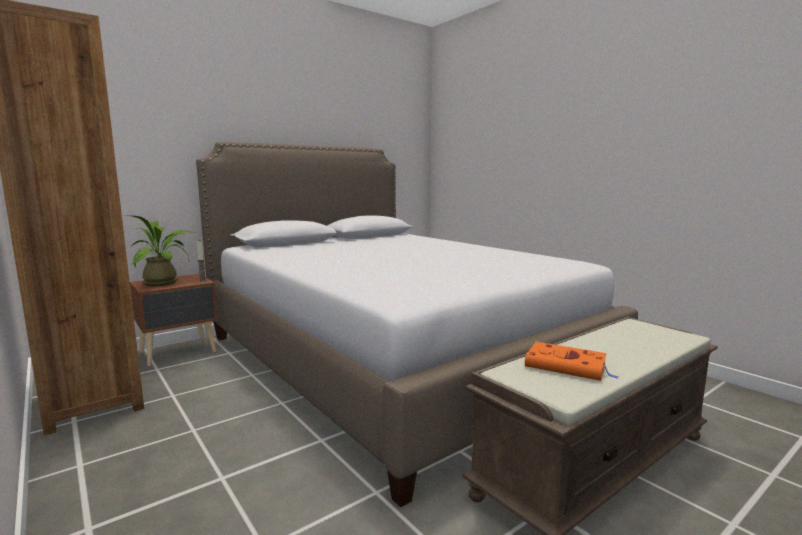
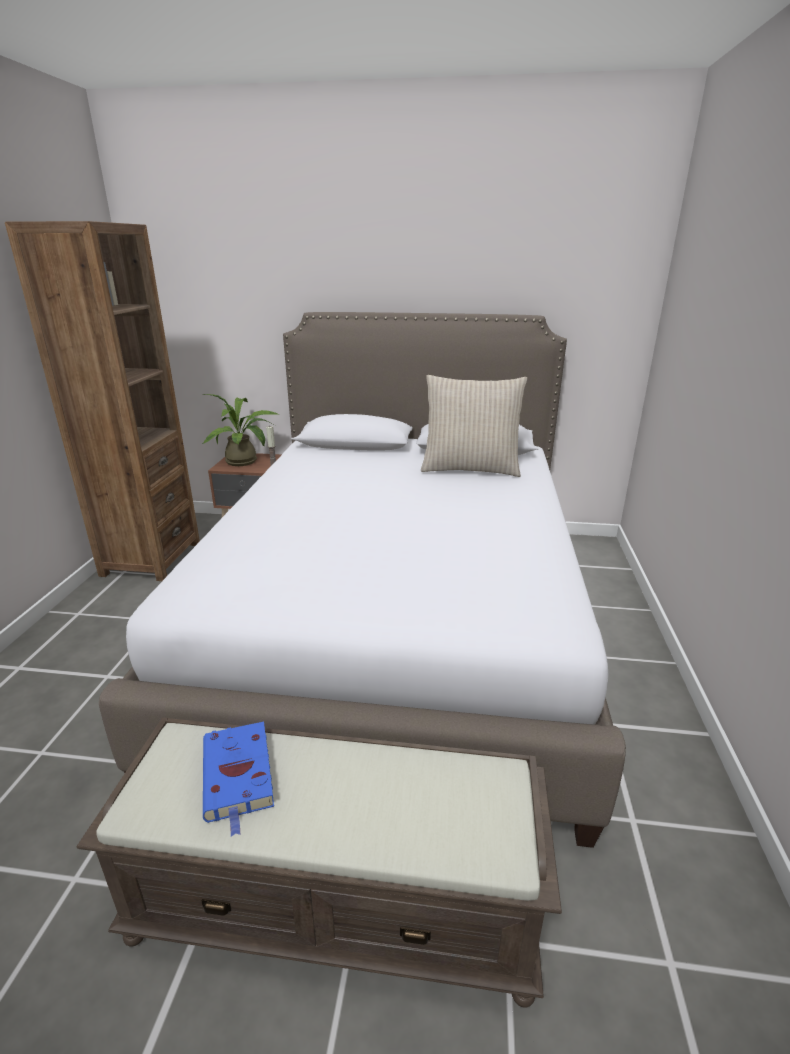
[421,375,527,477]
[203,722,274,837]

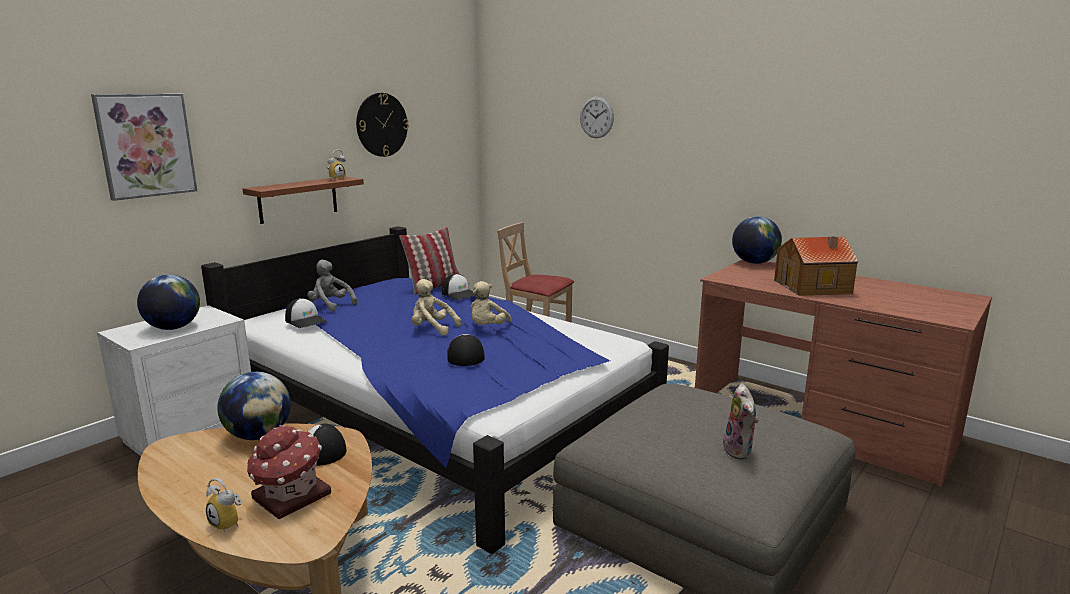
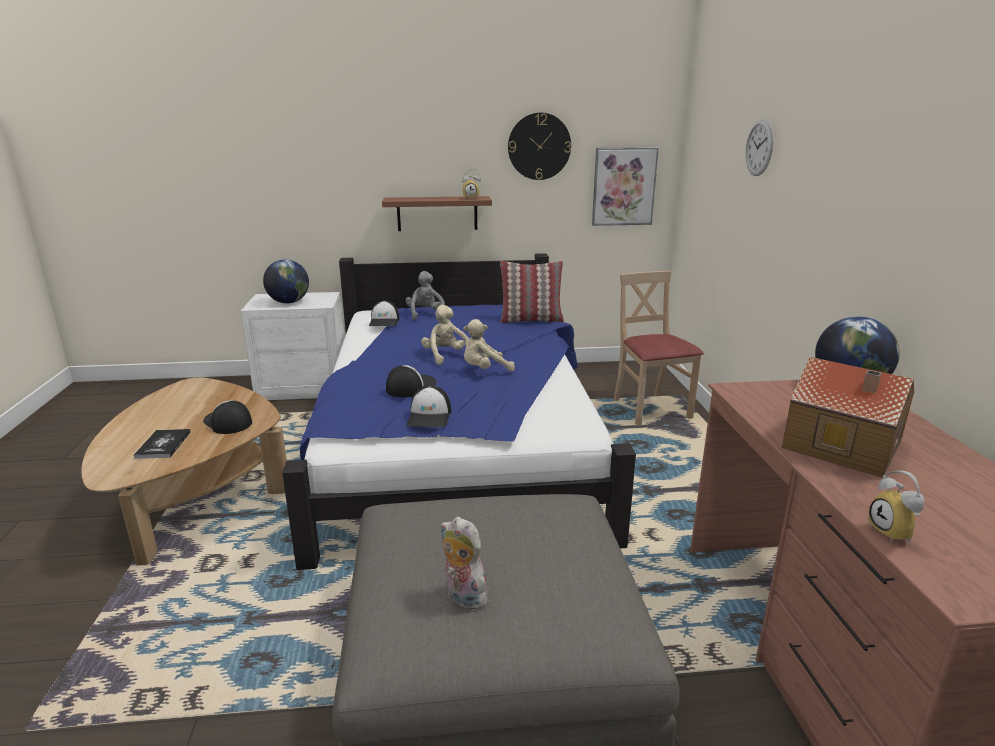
[217,372,291,440] (first image)
[592,147,659,226]
[868,470,924,544]
[407,386,451,427]
[134,429,190,459]
[441,517,491,609]

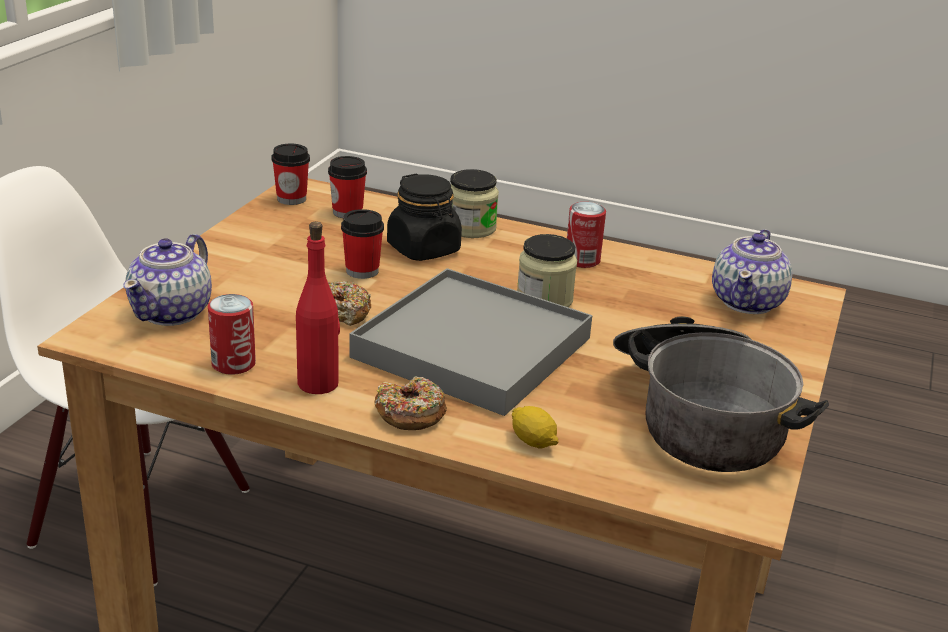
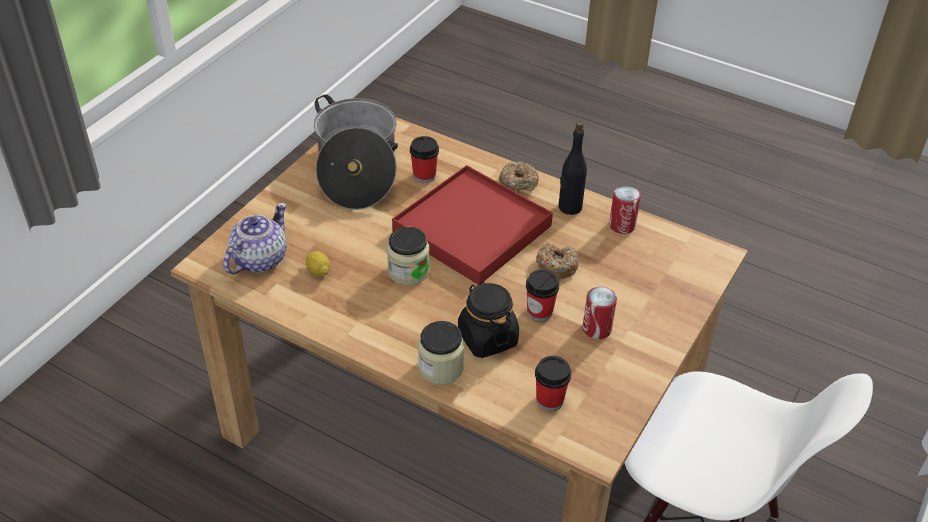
[123,234,212,326] (first image)
[410,136,439,183]
[305,251,330,276]
[583,287,617,339]
[558,122,587,215]
[392,165,553,285]

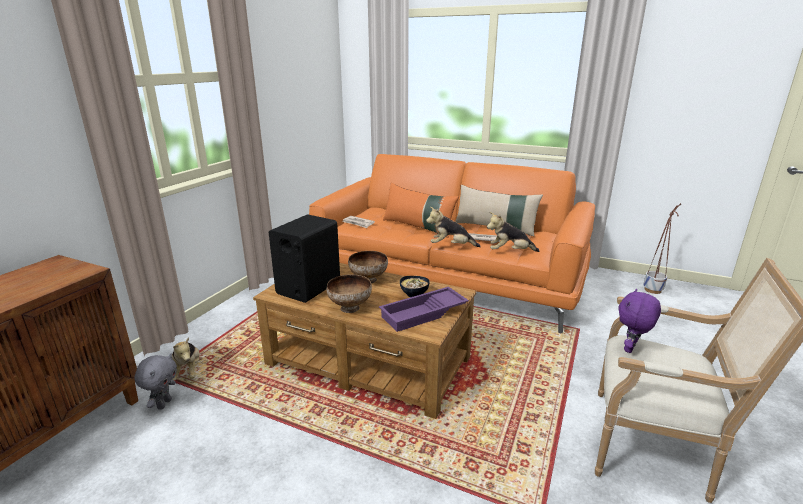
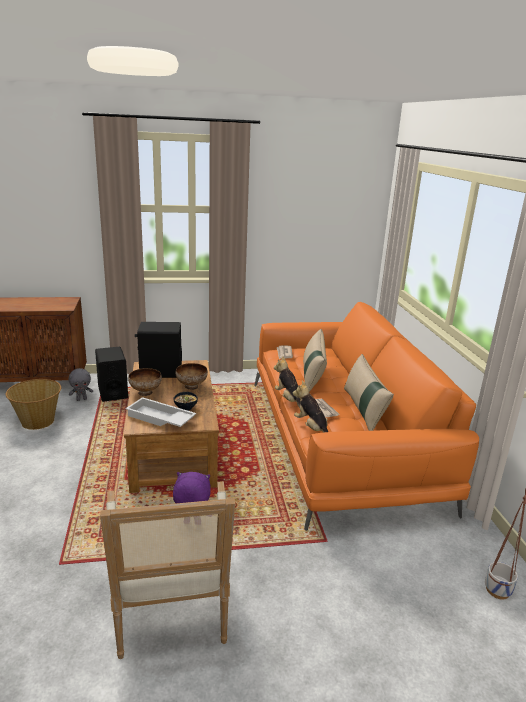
[6,379,61,430]
[95,347,128,402]
[125,397,196,427]
[303,329,327,392]

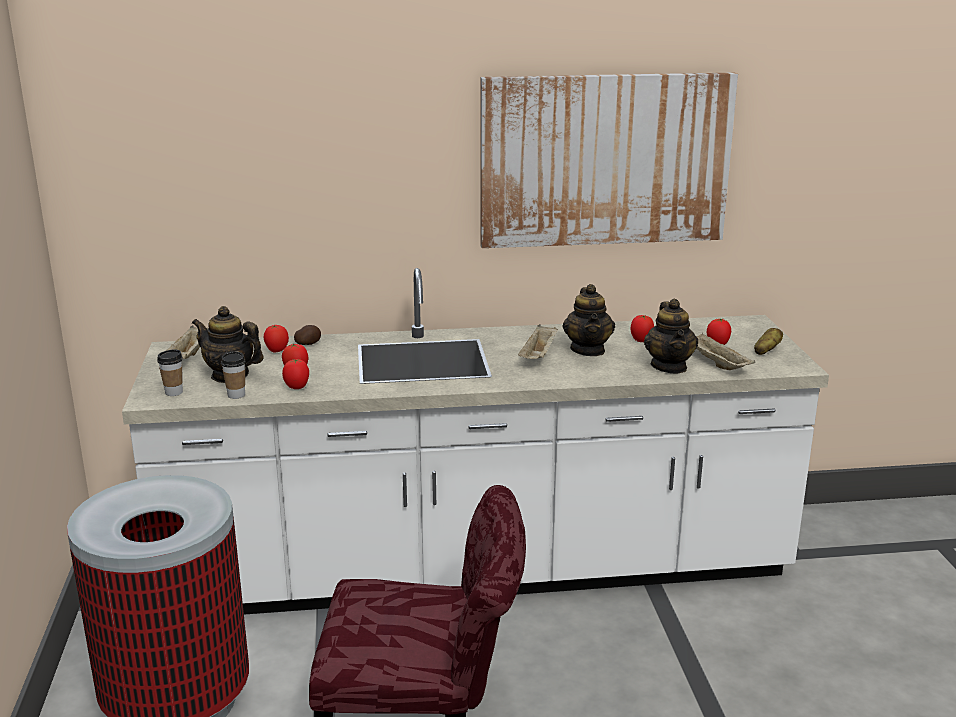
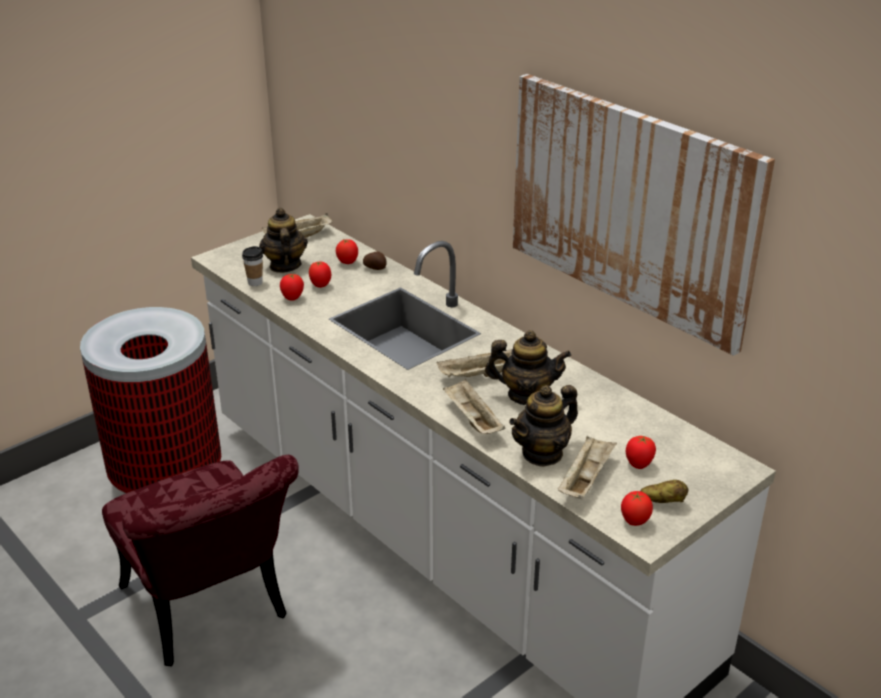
[157,349,183,396] (first image)
[443,379,505,434]
[621,491,653,526]
[485,330,571,405]

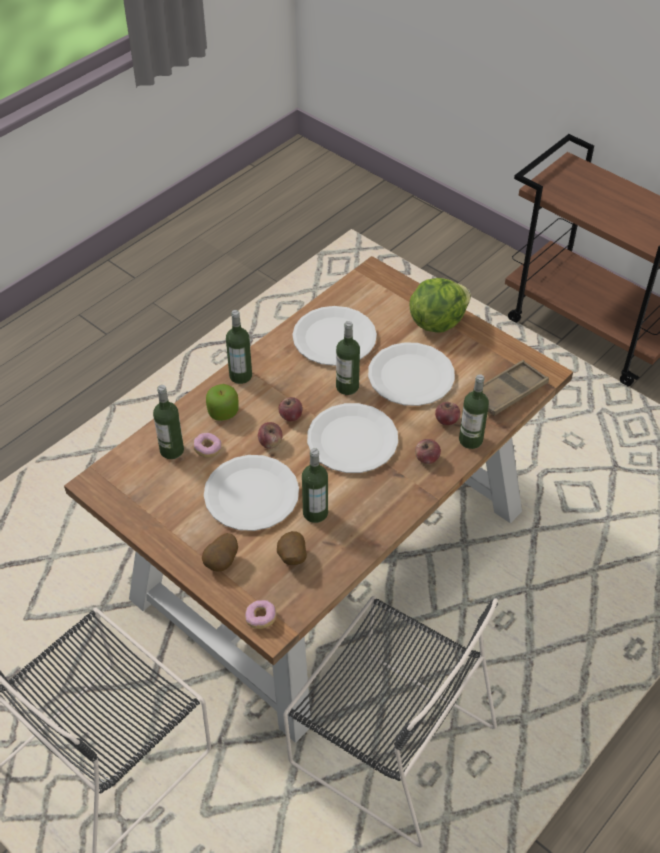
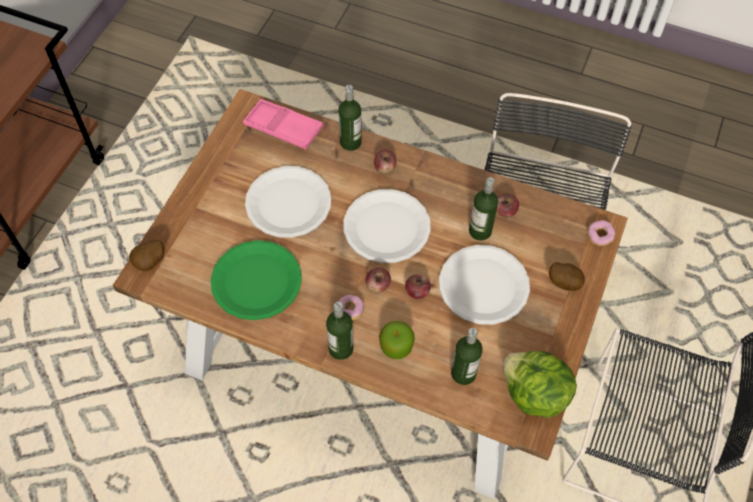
[336,321,360,395] (first image)
[339,295,364,321]
[129,240,164,271]
[503,351,577,418]
[497,194,519,217]
[211,240,302,320]
[243,99,323,149]

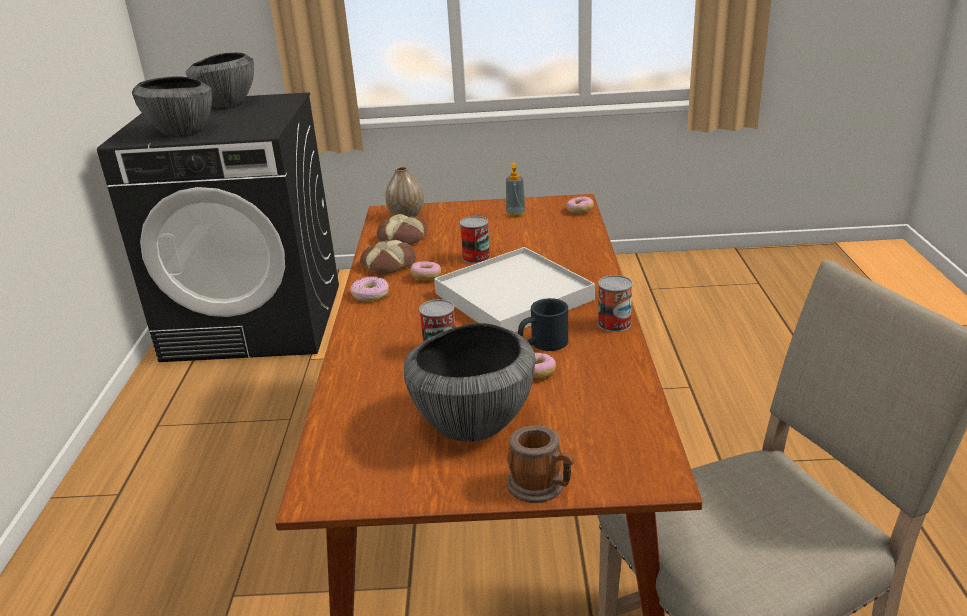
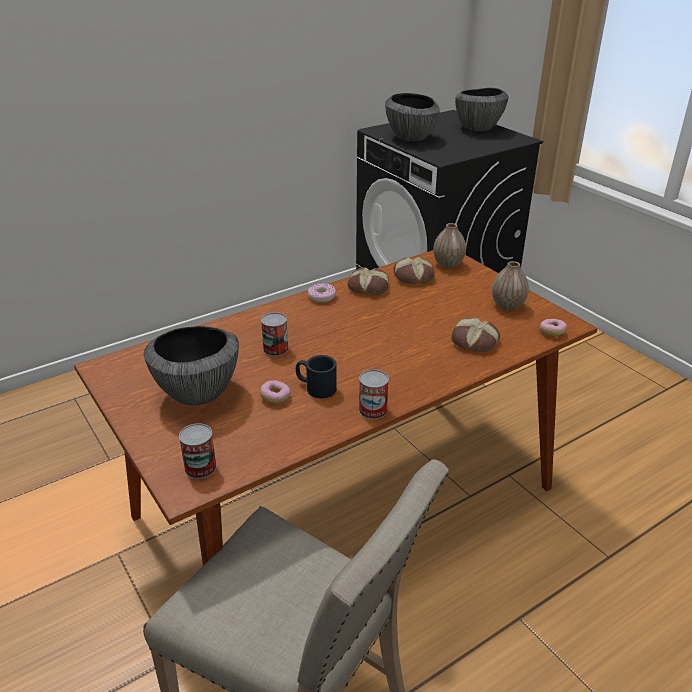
[410,261,441,280] (first image)
[434,247,595,332] (first image)
[507,425,574,503] (first image)
[452,317,500,352]
[179,423,217,479]
[492,261,529,310]

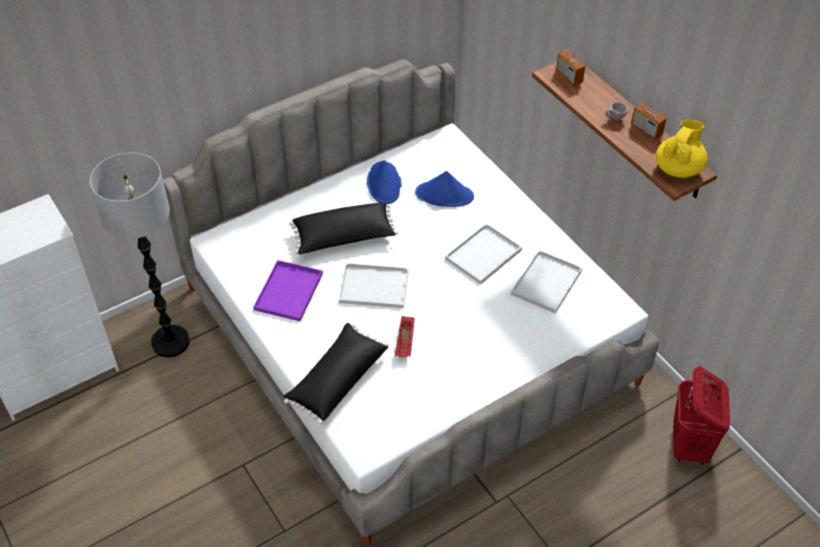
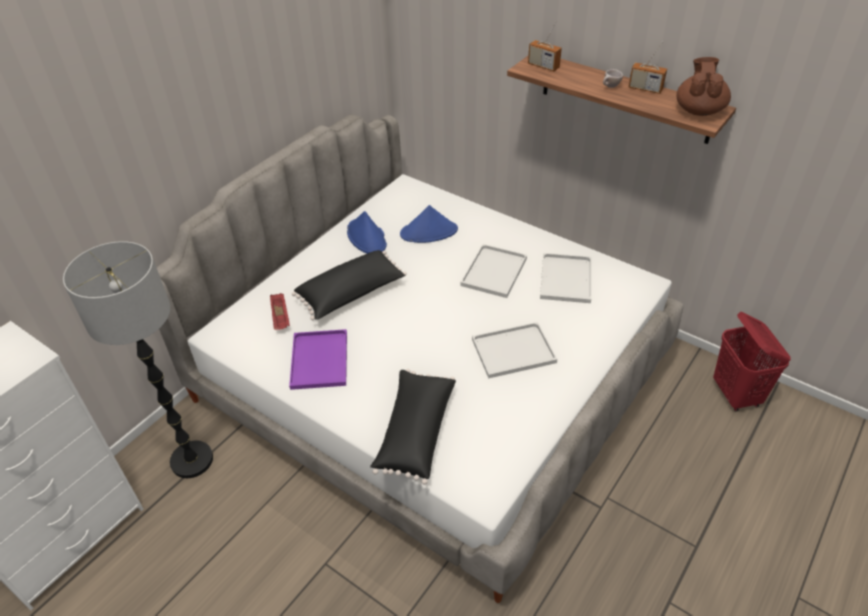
[472,322,557,378]
[270,293,290,330]
[676,57,731,116]

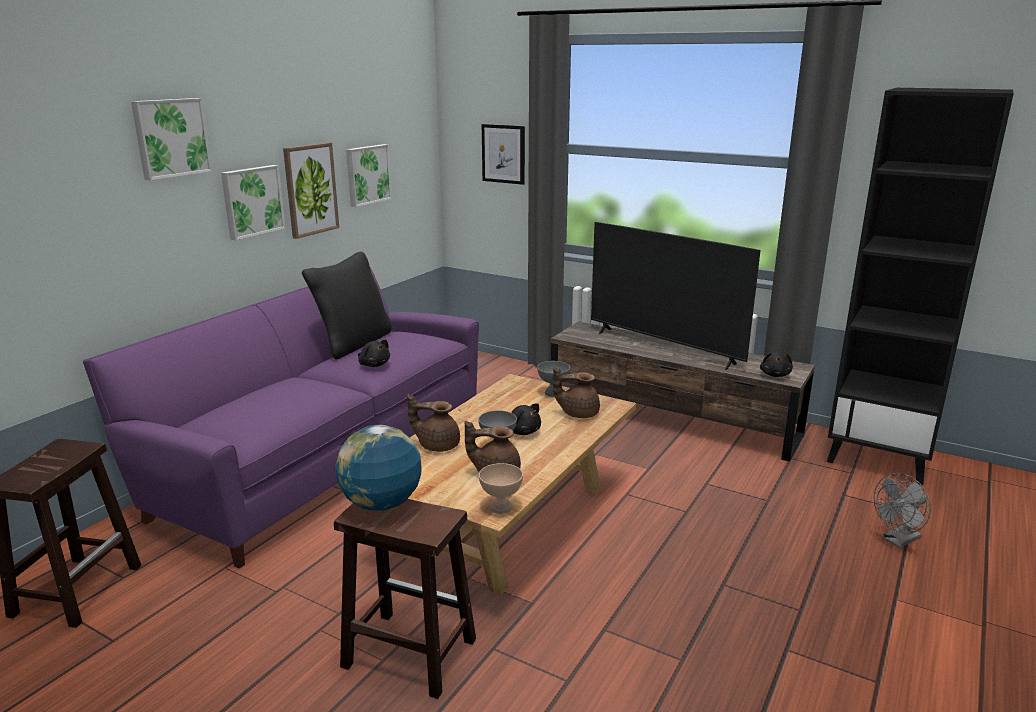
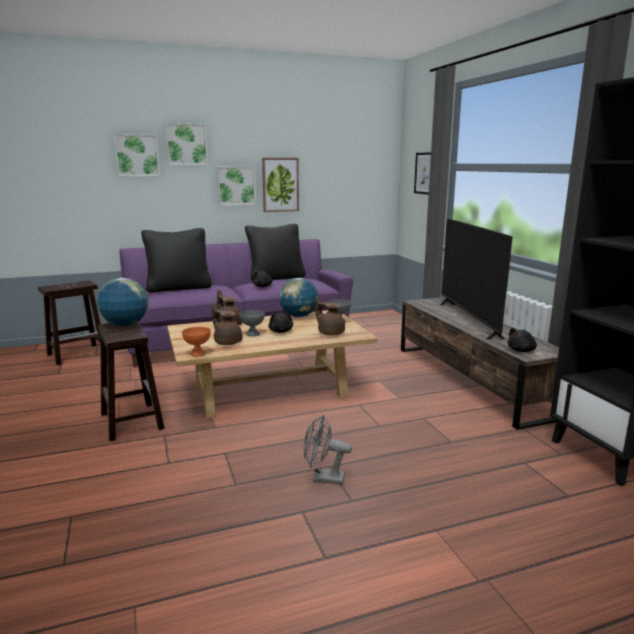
[141,228,212,293]
[279,278,318,317]
[114,134,160,176]
[303,415,352,485]
[182,327,211,357]

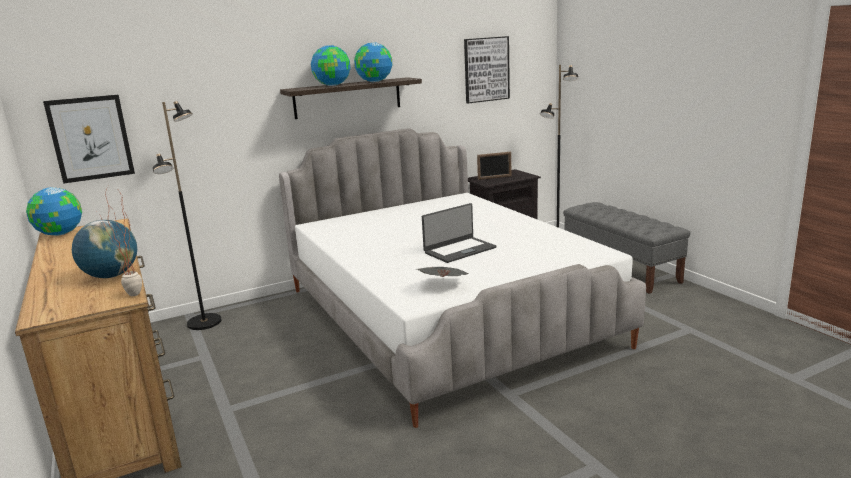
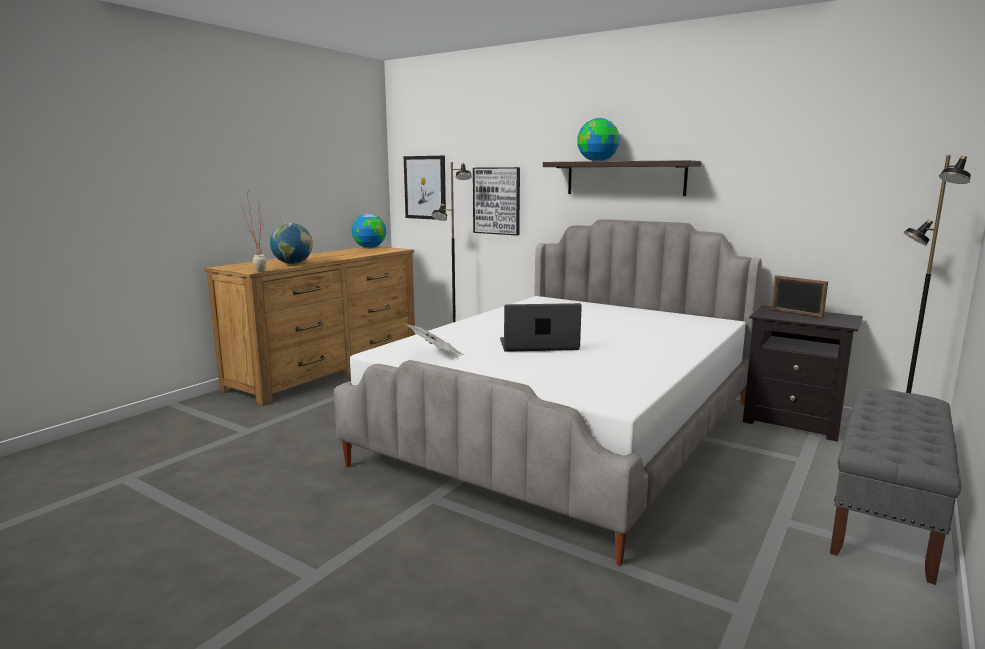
[354,43,392,82] (first image)
[473,167,520,235]
[500,303,582,352]

